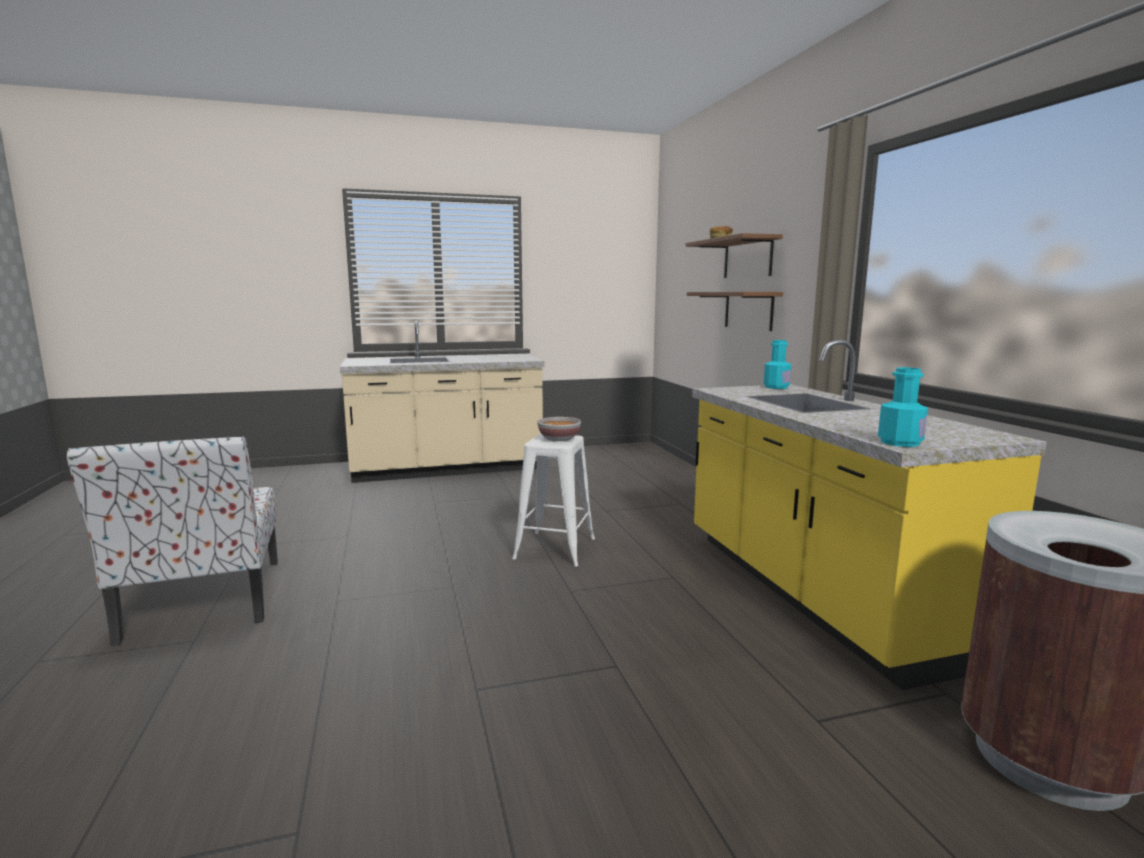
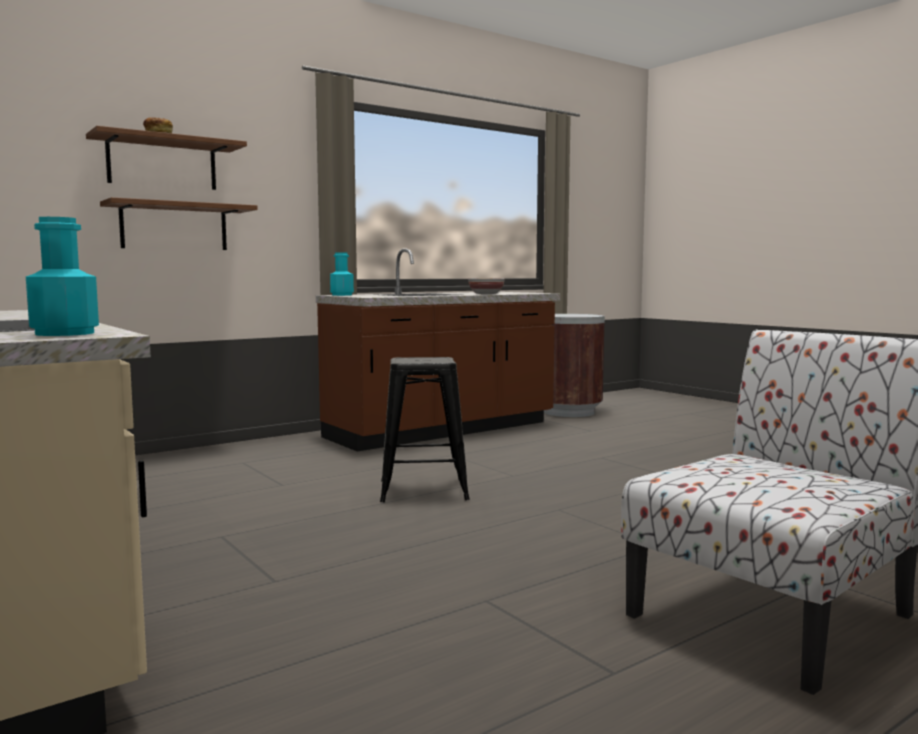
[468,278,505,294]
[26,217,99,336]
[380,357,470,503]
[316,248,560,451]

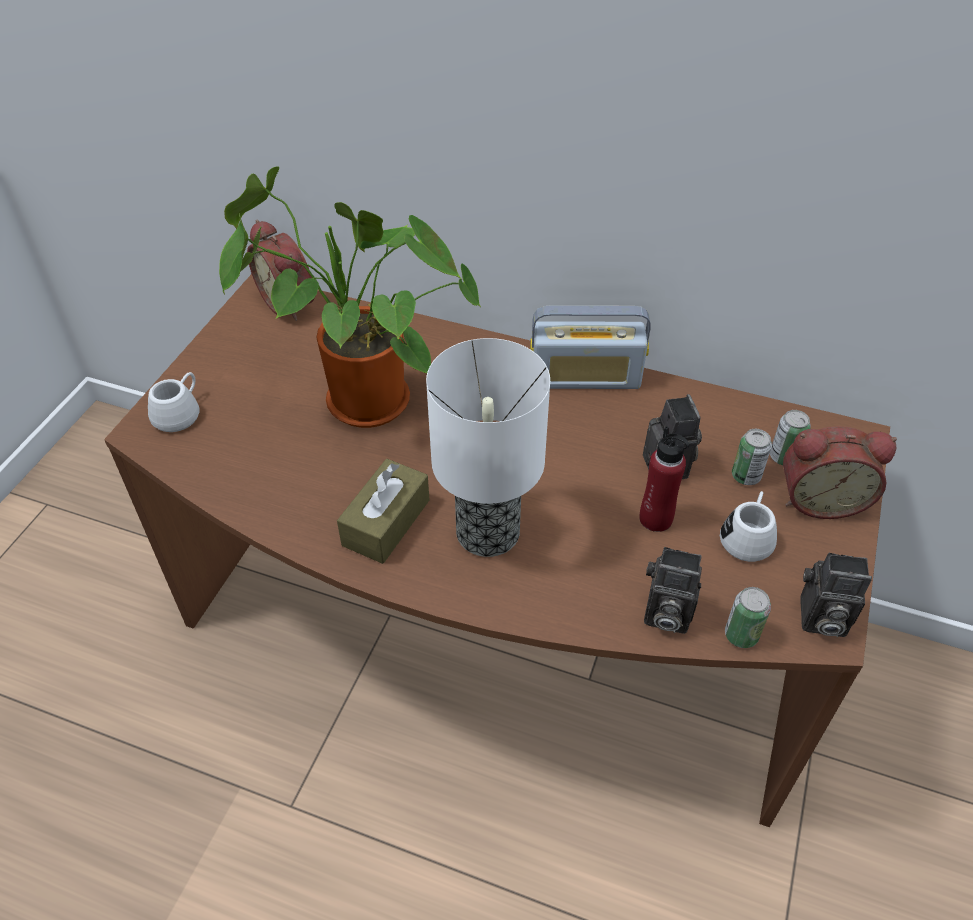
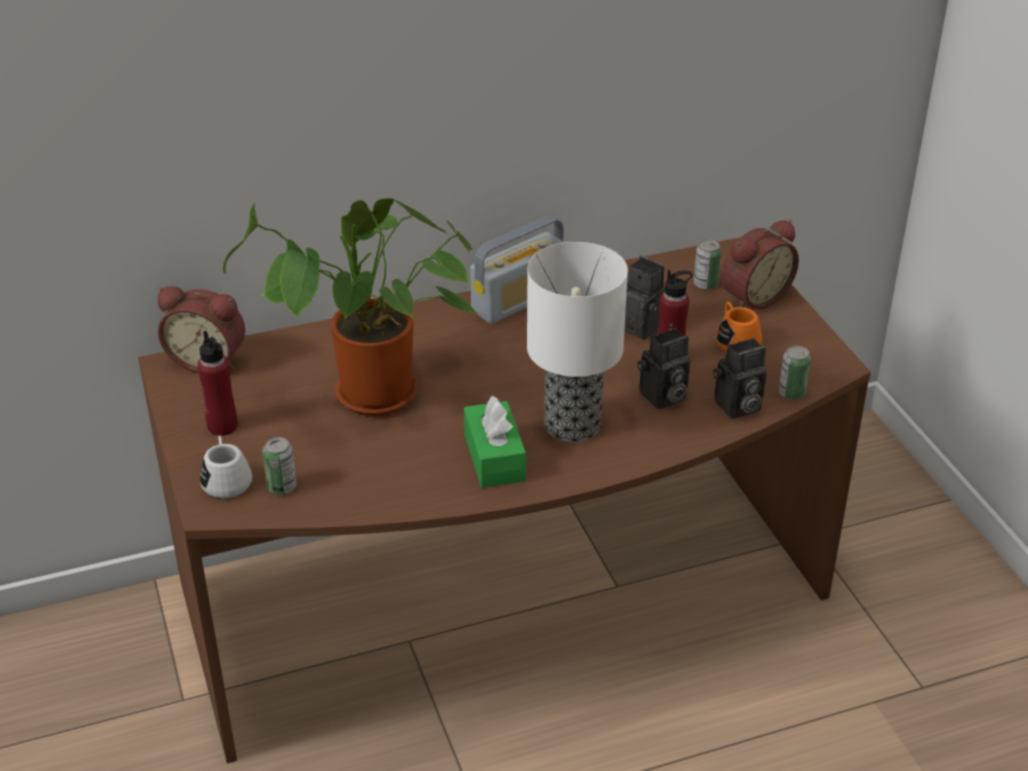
[198,331,238,436]
[262,437,296,495]
[637,328,690,409]
[464,396,526,488]
[716,302,762,352]

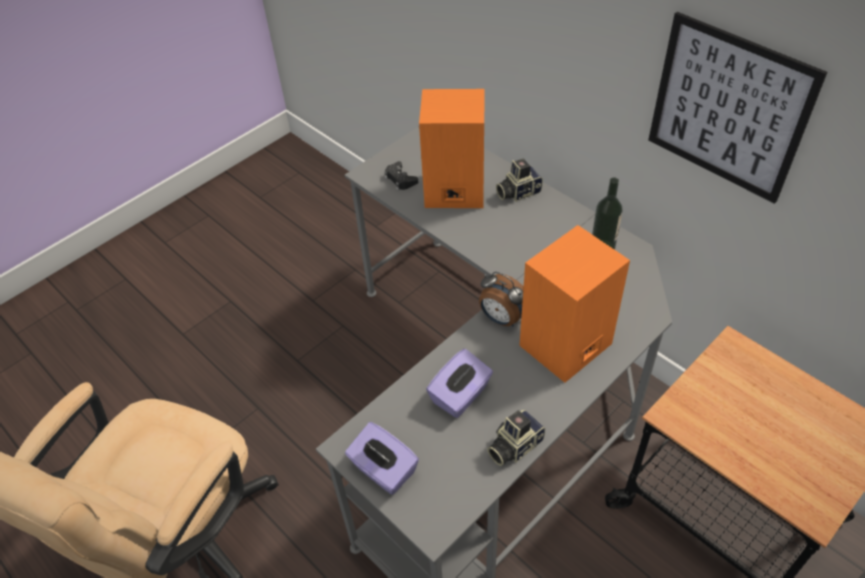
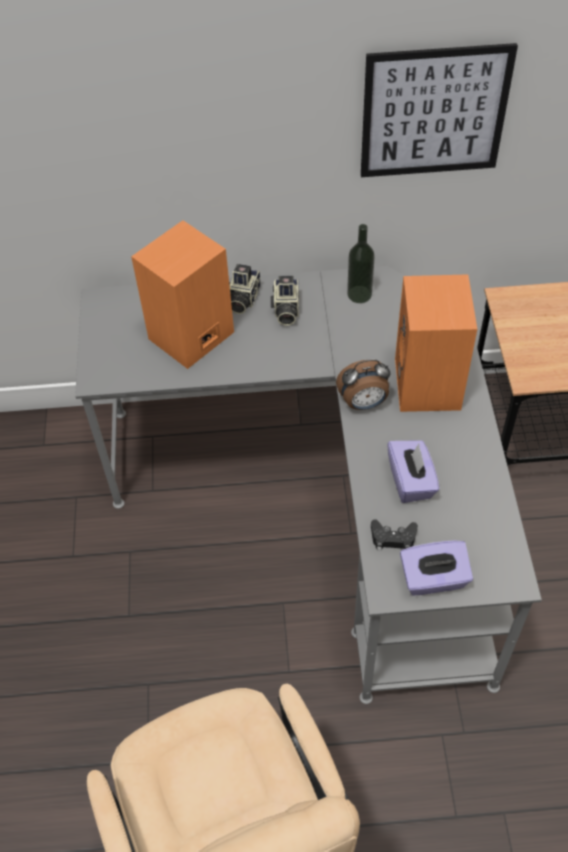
[371,519,418,550]
[271,276,300,326]

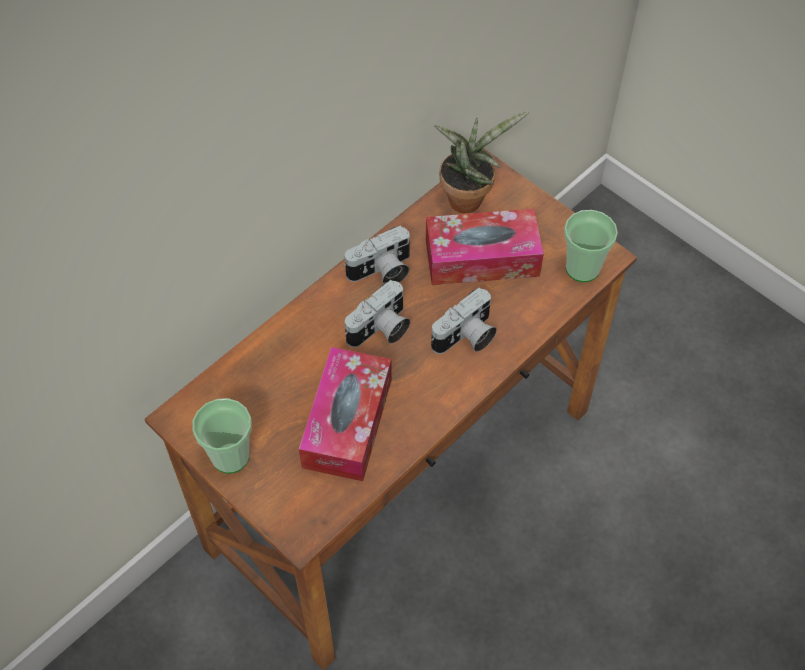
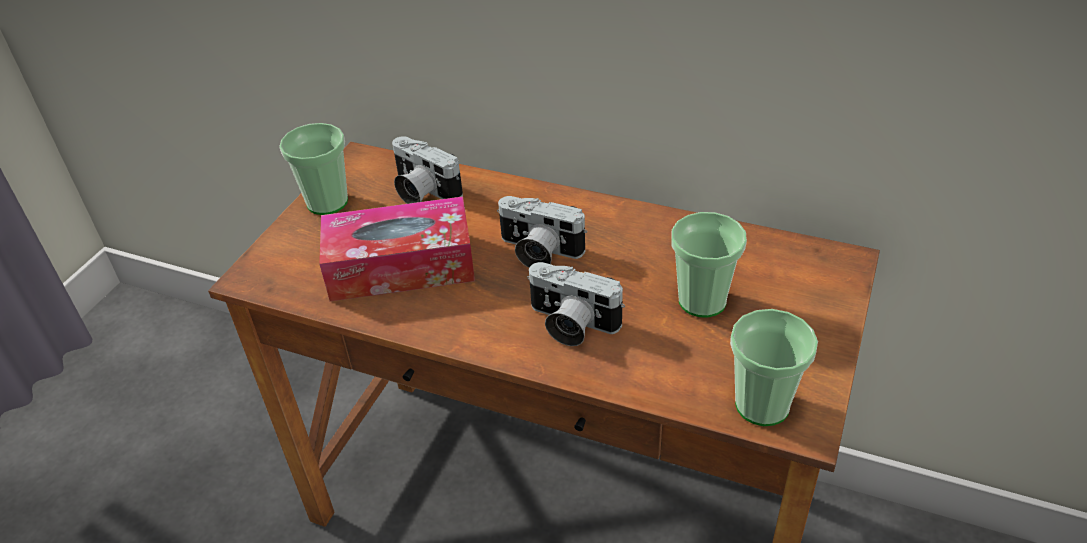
[434,111,529,213] (first image)
[392,136,463,204]
[671,212,747,318]

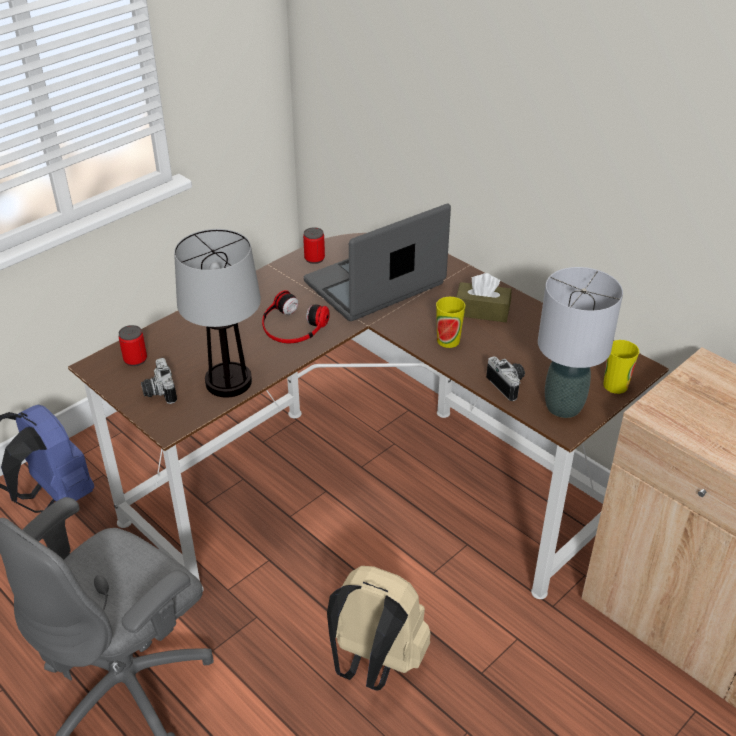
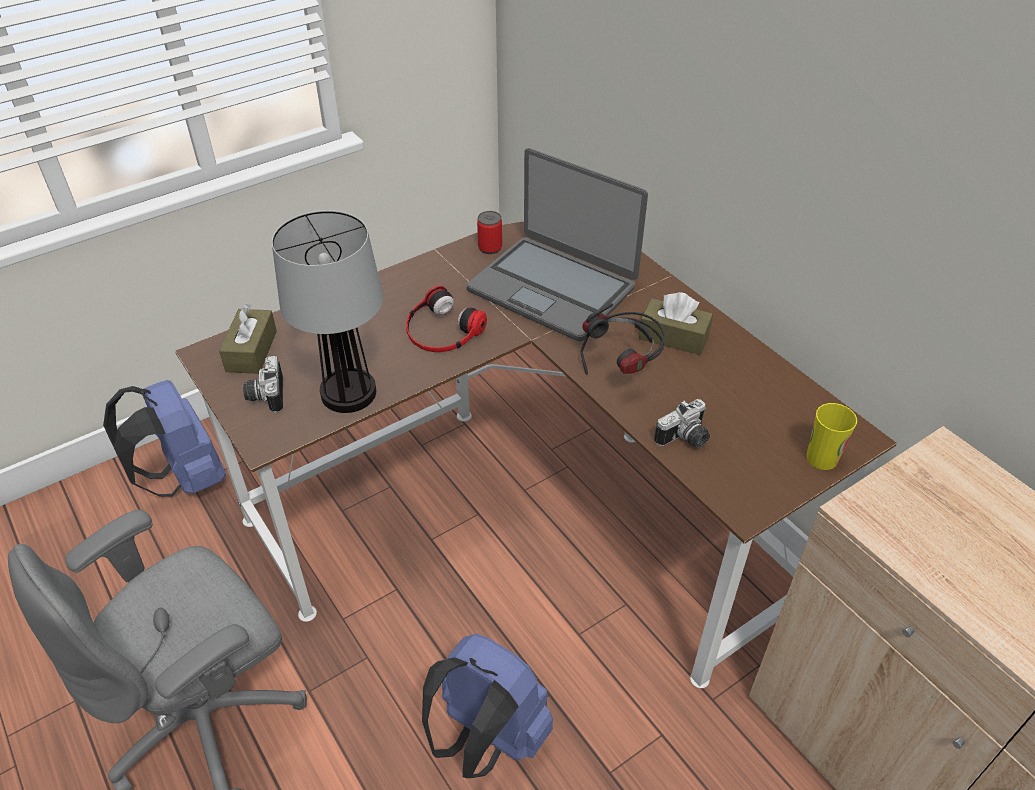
[538,267,623,418] (first image)
[219,304,277,374]
[580,304,665,374]
[422,633,553,778]
[467,148,648,341]
[654,399,710,448]

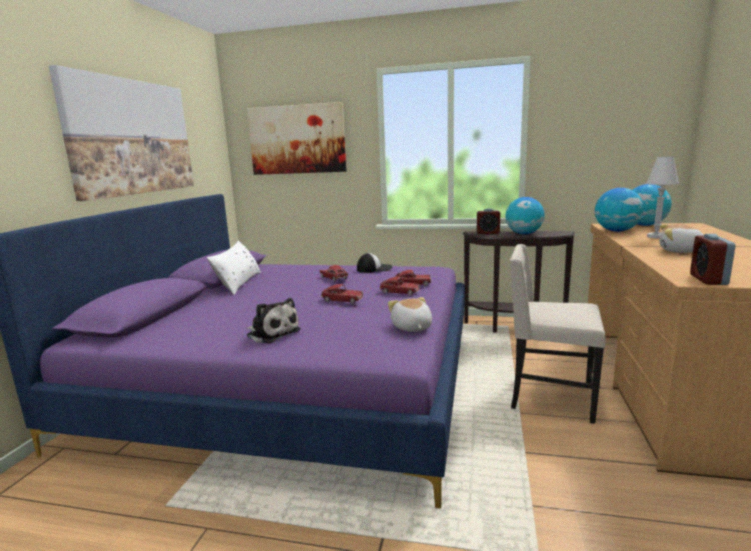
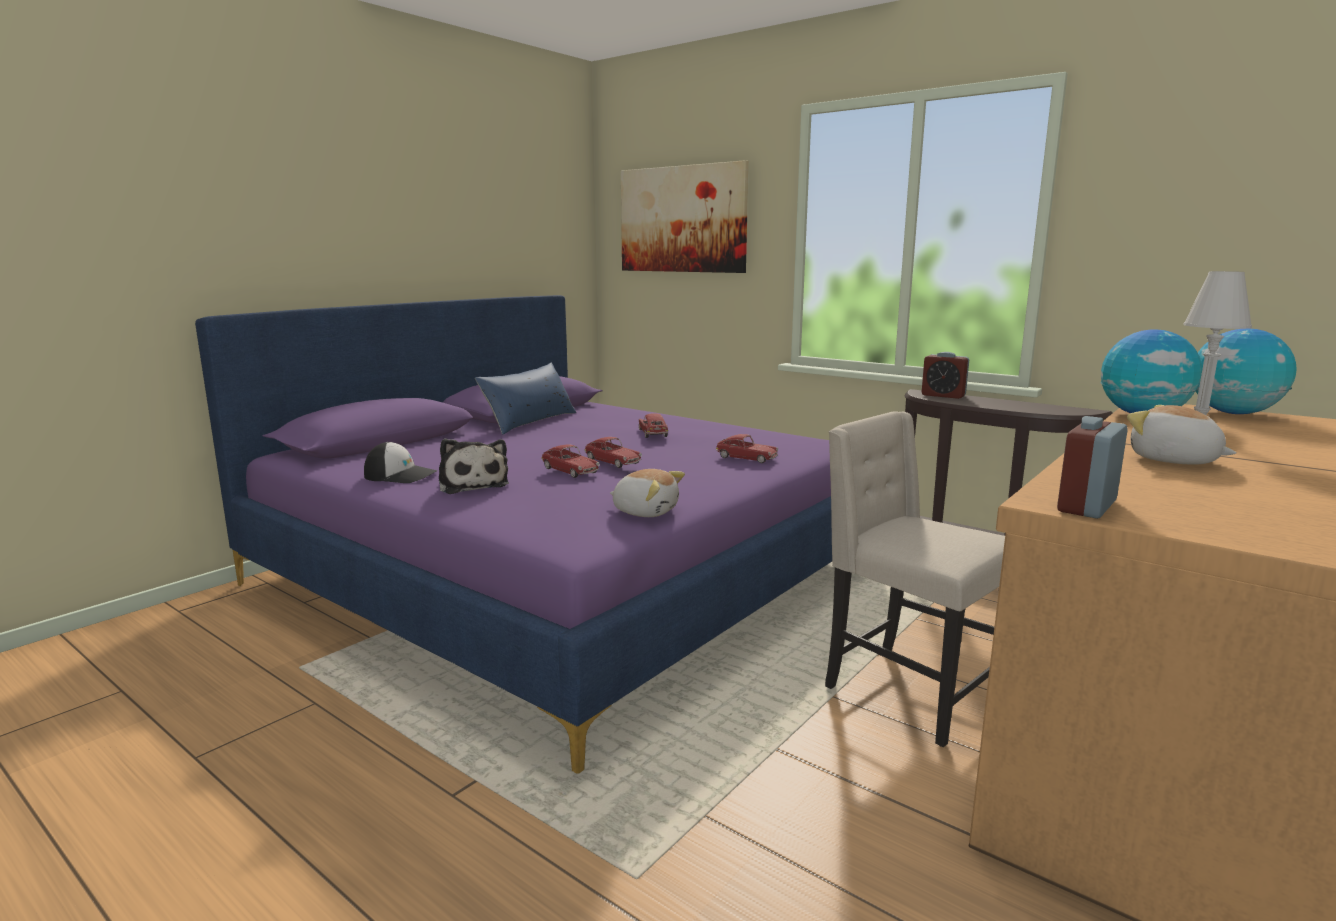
[49,65,194,201] (first image)
[505,197,545,234] (first image)
[364,442,437,483]
[542,444,600,478]
[475,362,576,435]
[610,469,685,517]

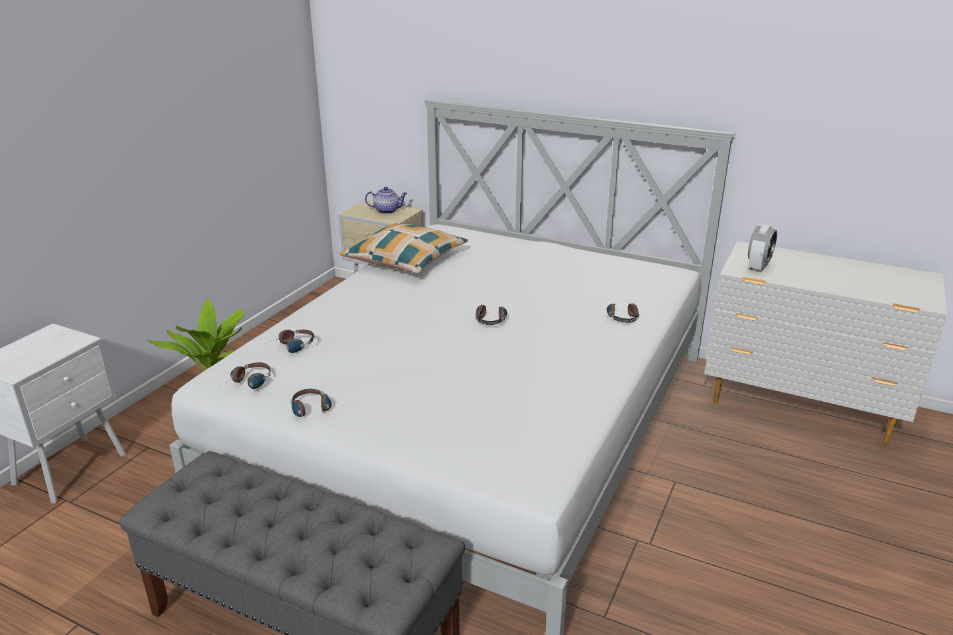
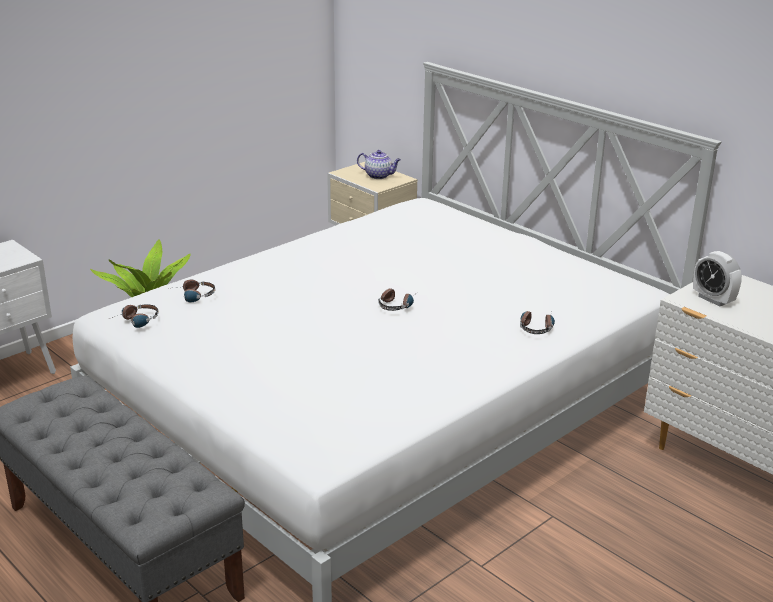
[291,389,332,417] (first image)
[340,224,468,274] (first image)
[693,251,742,306]

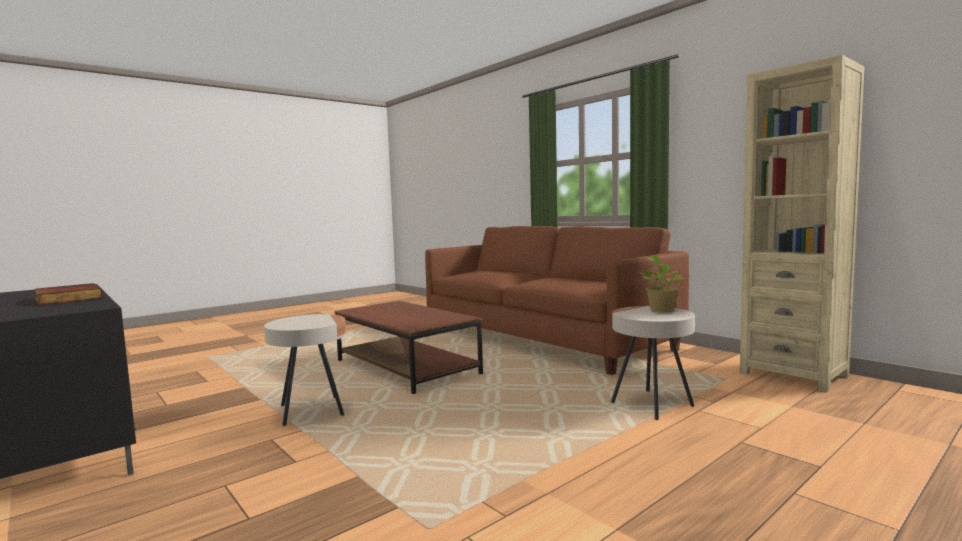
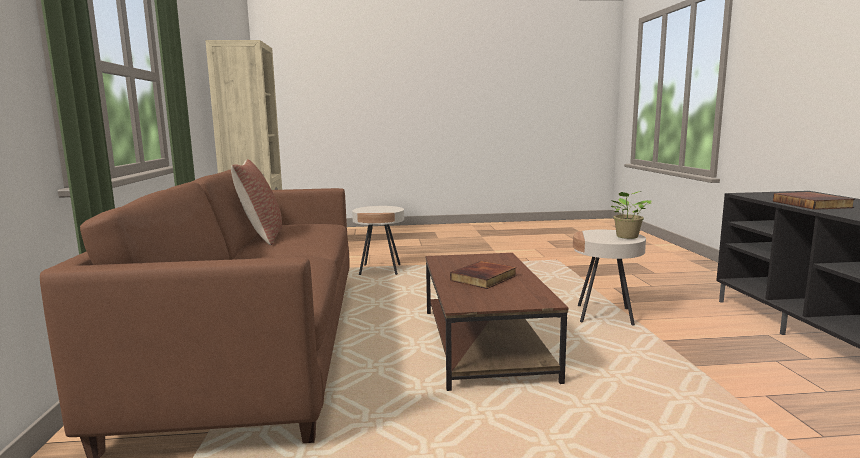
[231,159,282,245]
[450,261,517,289]
[610,191,652,239]

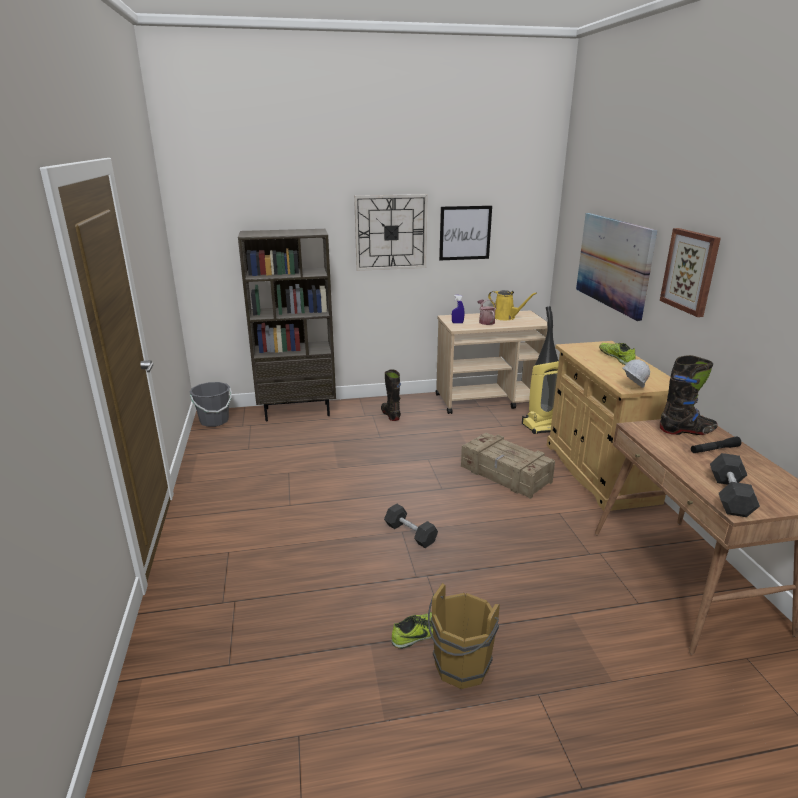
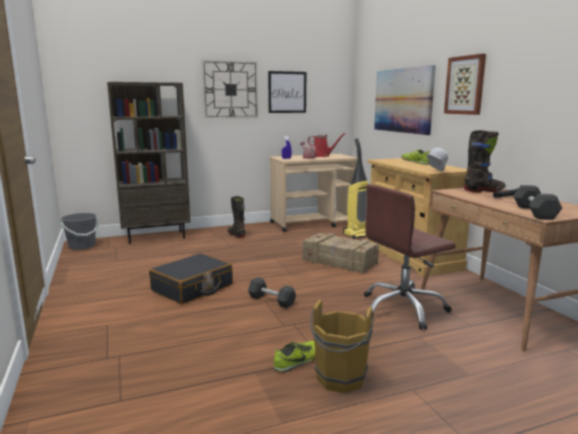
[149,253,233,304]
[364,184,456,330]
[308,133,345,157]

